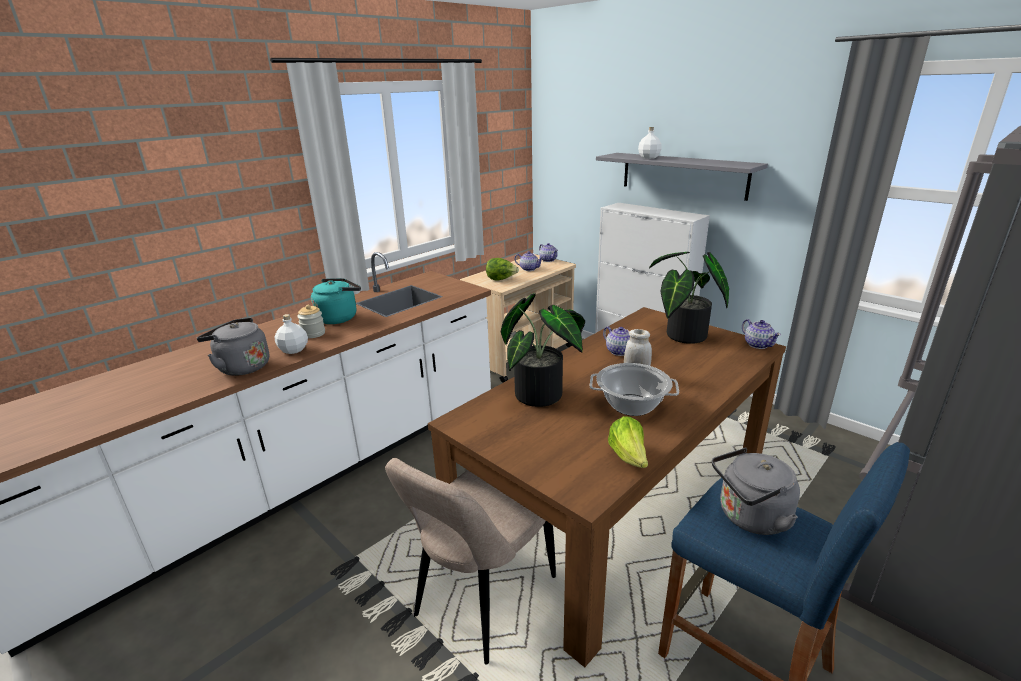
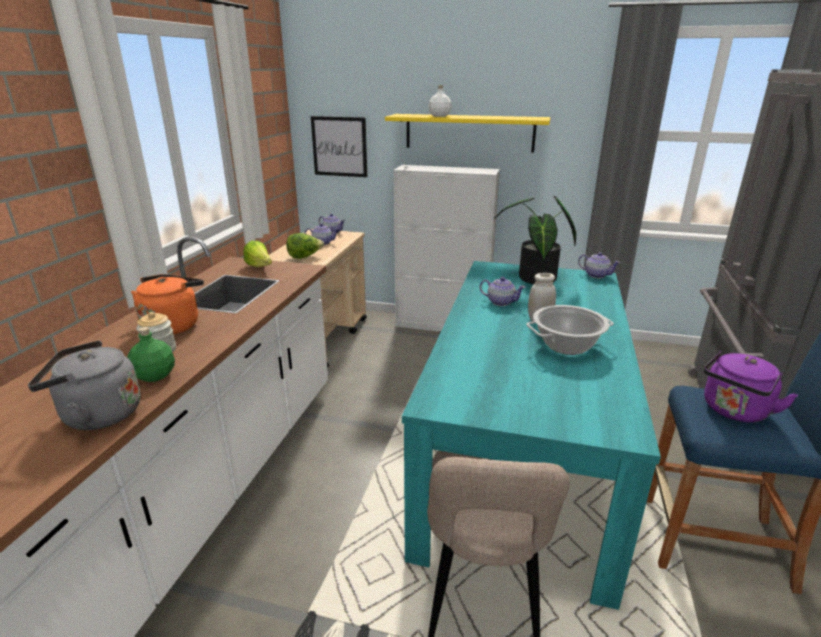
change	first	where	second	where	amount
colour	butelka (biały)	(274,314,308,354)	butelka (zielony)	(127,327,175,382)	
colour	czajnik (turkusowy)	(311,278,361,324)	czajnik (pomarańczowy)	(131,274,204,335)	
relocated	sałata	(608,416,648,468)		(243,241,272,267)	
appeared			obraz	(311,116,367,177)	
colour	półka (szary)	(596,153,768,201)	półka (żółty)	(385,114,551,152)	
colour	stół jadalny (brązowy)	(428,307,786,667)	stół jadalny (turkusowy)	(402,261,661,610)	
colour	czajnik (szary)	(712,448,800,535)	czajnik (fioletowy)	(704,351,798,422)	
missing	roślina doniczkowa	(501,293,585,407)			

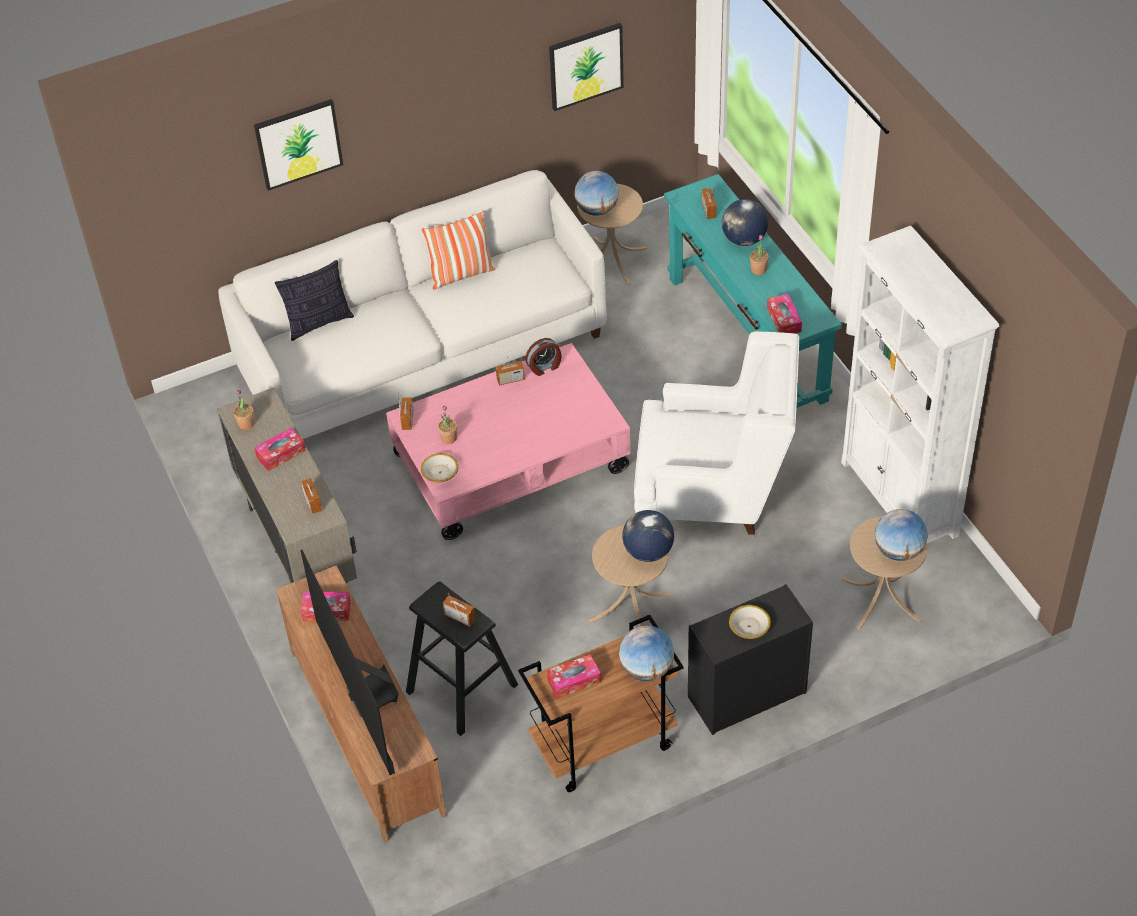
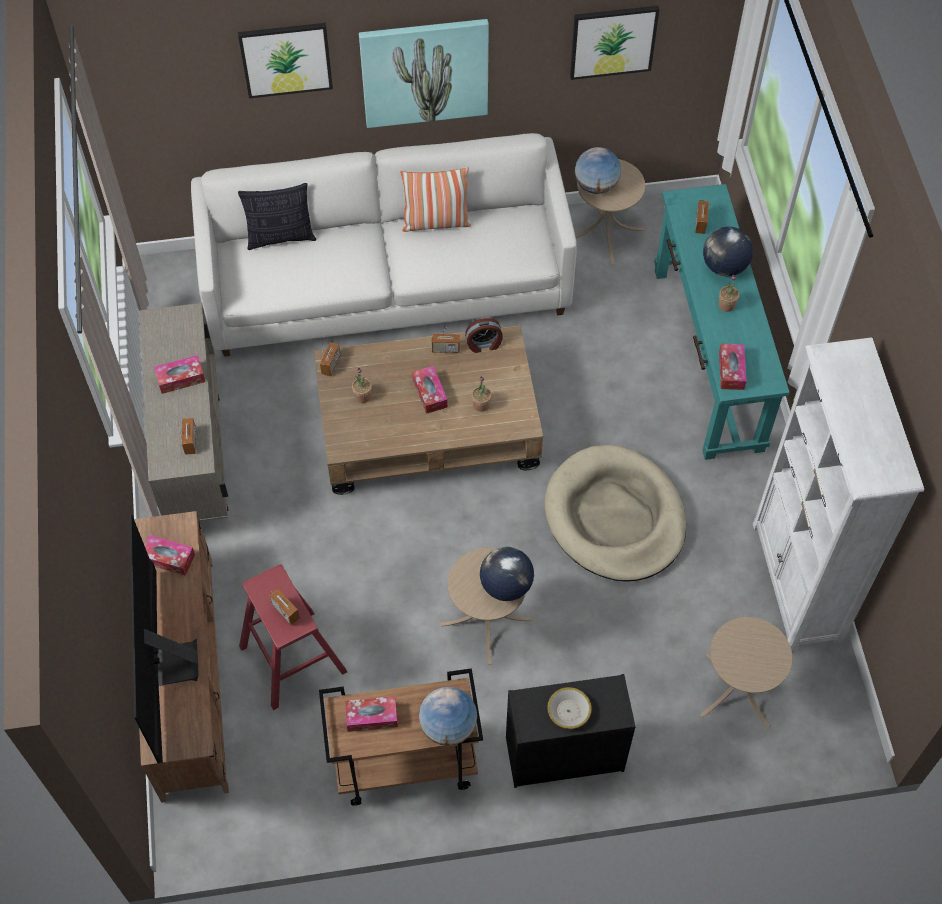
change	first	where	second	where	amount
colour	stołek (czarny)	(406,582,518,736)	stołek (czerwony)	(239,564,347,710)	
colour	ława (różowy)	(386,343,631,540)	ława (brązowy)	(314,325,543,495)	
appeared			obraz	(359,19,489,128)	
appeared			pudełko chusteczek	(412,366,448,414)	
relocated	roślina doniczkowa	(234,389,254,430)		(472,377,492,412)	
exchanged	fotel (biały)	(634,331,800,535)	legowisko (beżowy)	(545,445,686,582)	
missing	miska	(421,453,458,482)			
missing	globus	(875,509,928,561)			

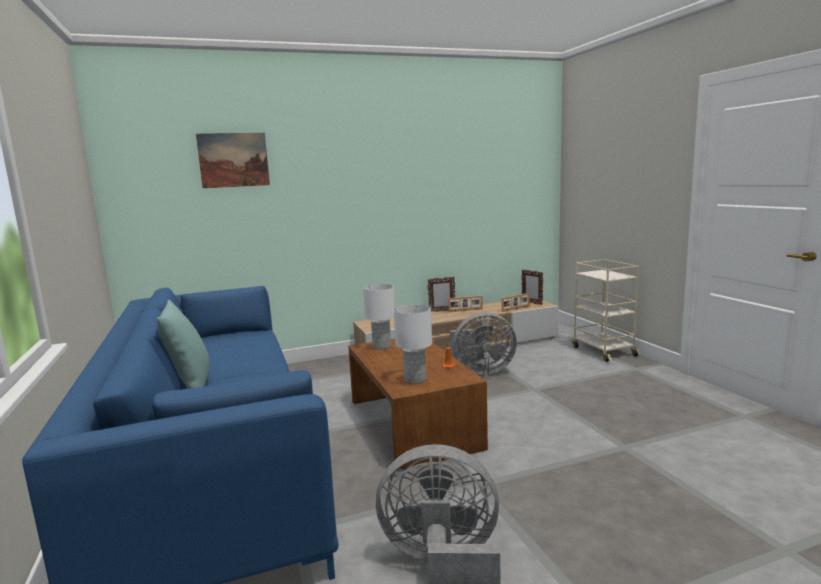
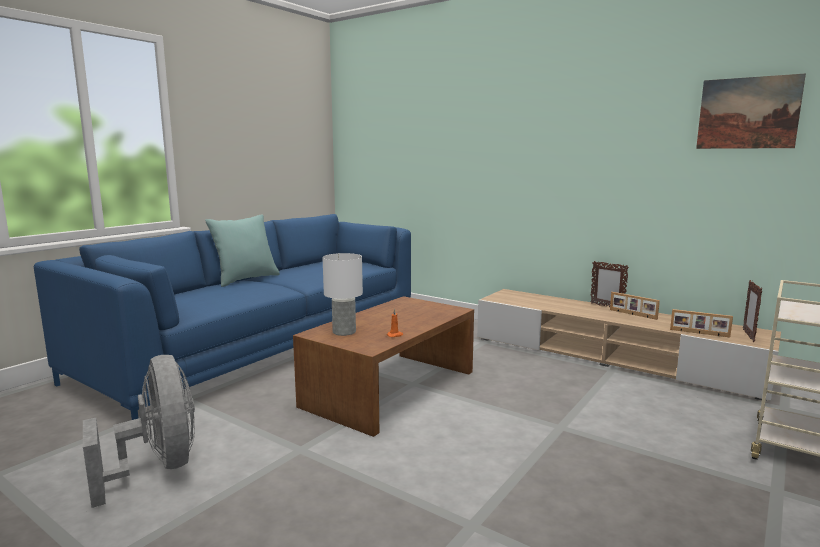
change	first	where	second	where	amount
relocated	obraz	(196,133,270,188)		(696,73,806,149)	
missing	lampa stołowa (biały)	(363,284,395,349)			
missing	wentylator (szary)	(450,312,517,375)			

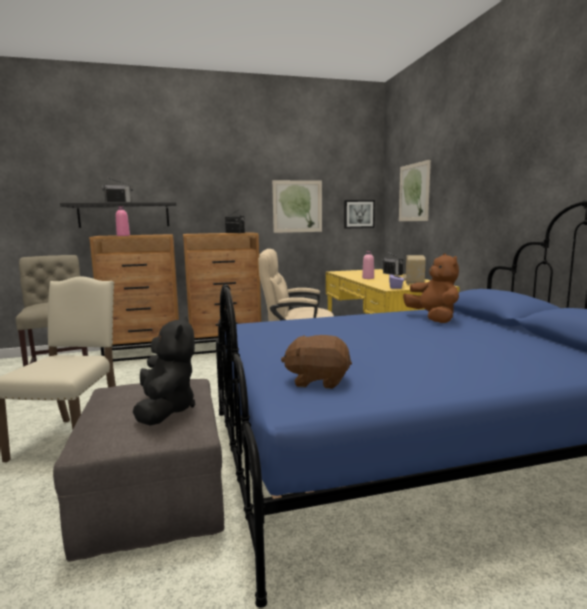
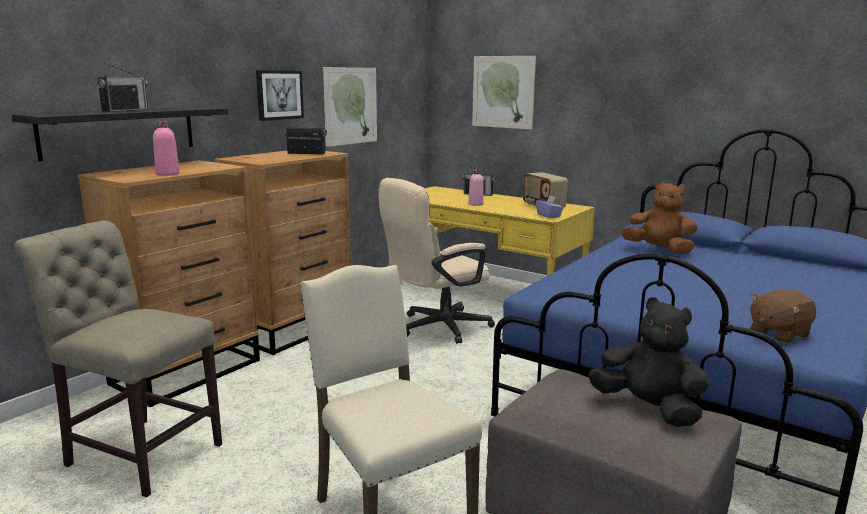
change	first	where	second	where	amount
relocated	obraz	(344,200,375,228)		(256,70,304,121)	

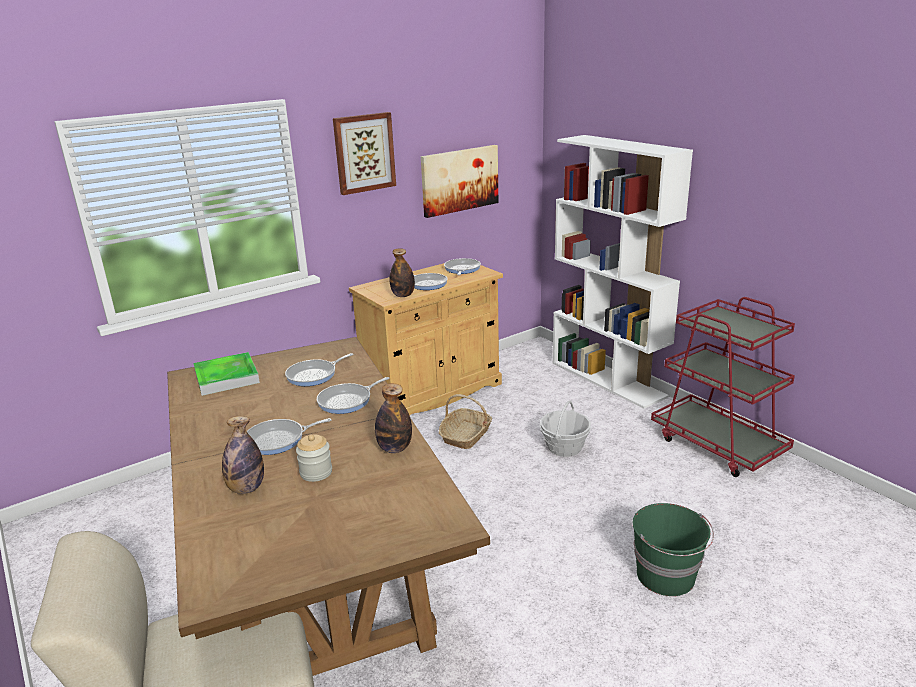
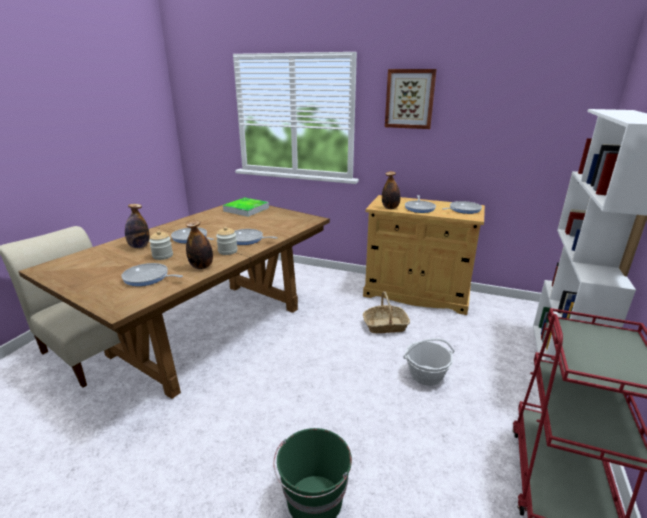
change	first	where	second	where	amount
relocated	patelnia	(285,353,354,386)		(121,263,183,286)	
appeared			słoik	(216,227,238,255)	
missing	obraz	(421,145,498,218)			

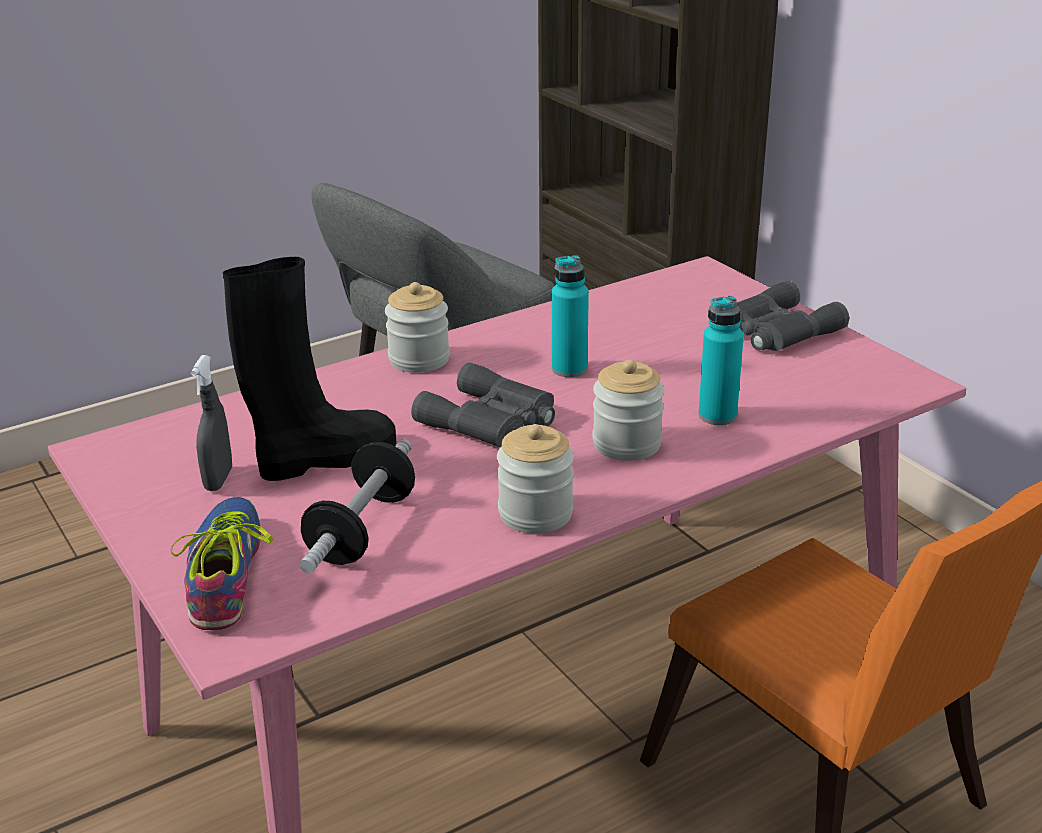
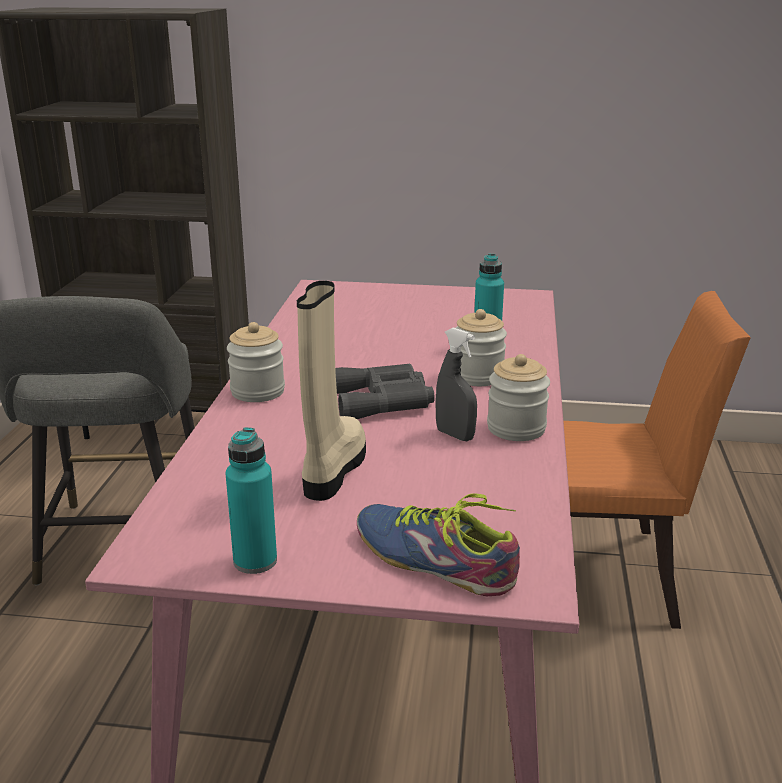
change	first	where	second	where	amount
relocated	butelka (turkusowy)	(552,255,589,377)		(226,427,277,574)	
colour	but z cholewką (czarny)	(223,257,397,481)	but z cholewką (beżowy)	(297,281,366,501)	
relocated	spryskiwacz (szary)	(191,355,232,491)		(435,328,477,441)	
missing	hantel	(299,439,415,573)			
missing	lornetka (szary)	(737,280,849,351)			

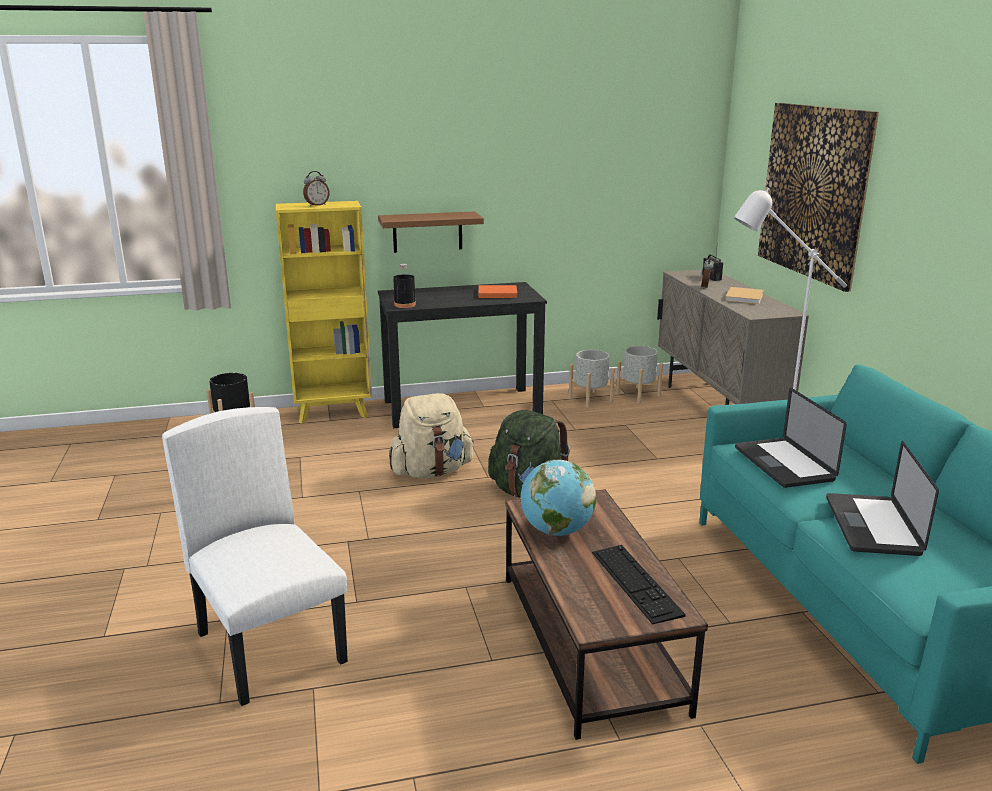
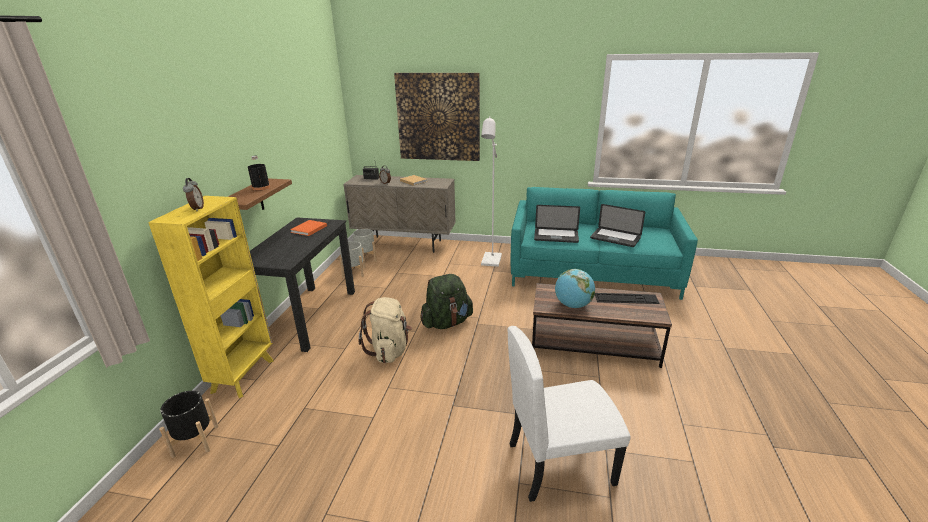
change	first	where	second	where	amount
relocated	butelka (czarny)	(393,264,416,308)		(248,156,270,191)	

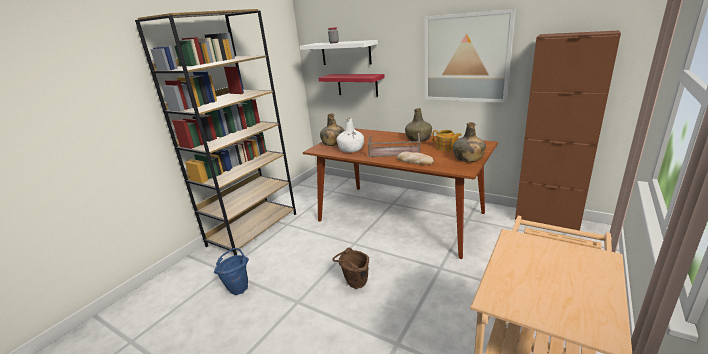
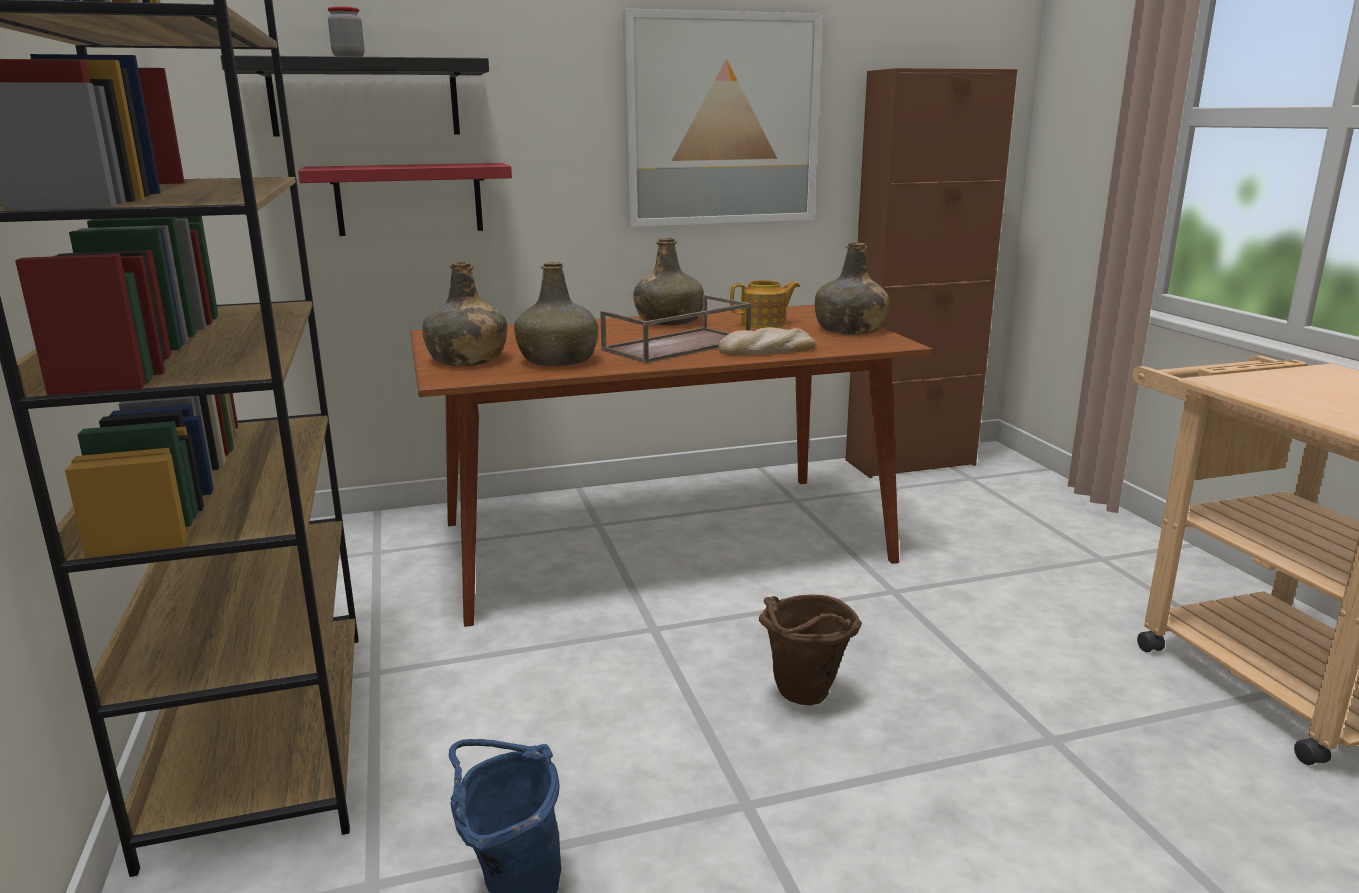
change	first	where	second	where	amount
colour	półka (biały)	(300,40,378,65)	półka (czarny)	(220,55,489,137)	
colour	butelka (biały)	(337,118,364,152)	butelka (zielony)	(514,262,598,366)	

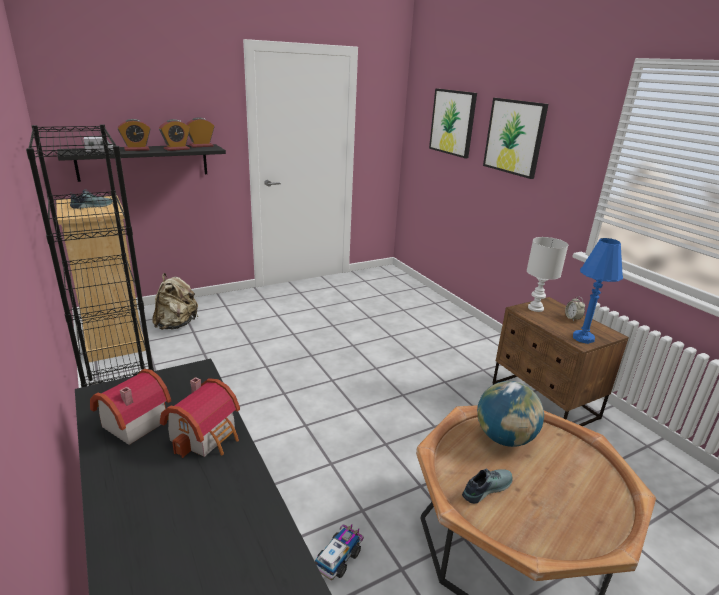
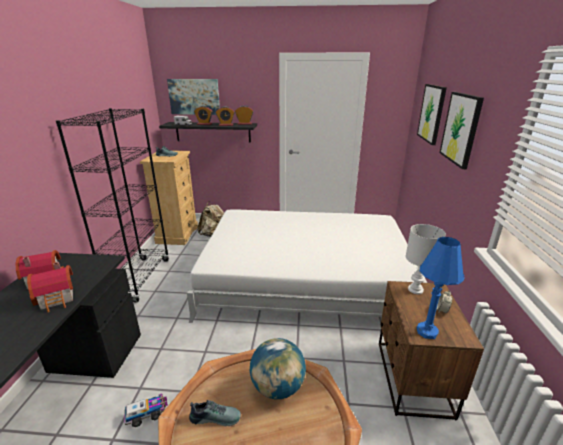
change	first	where	second	where	amount
appeared			obraz	(167,79,220,115)	
appeared			łóżko (biały)	(187,209,427,323)	

